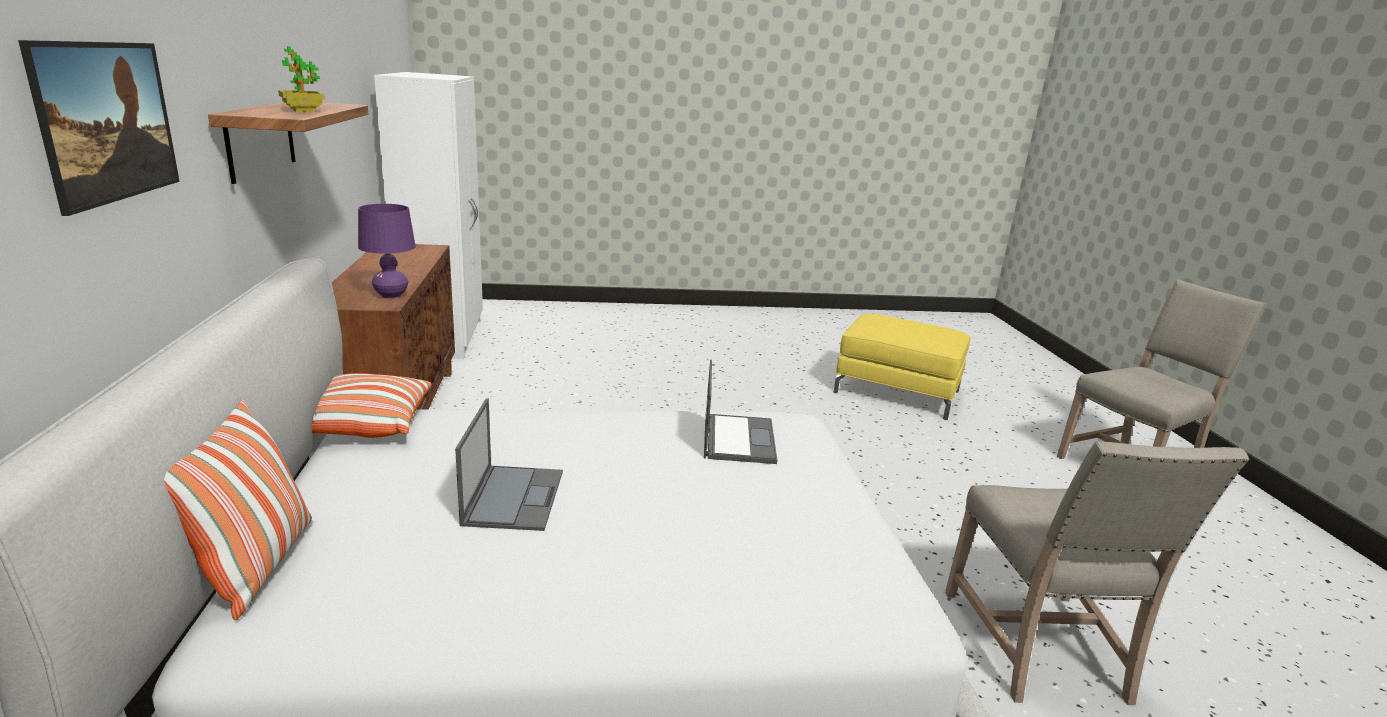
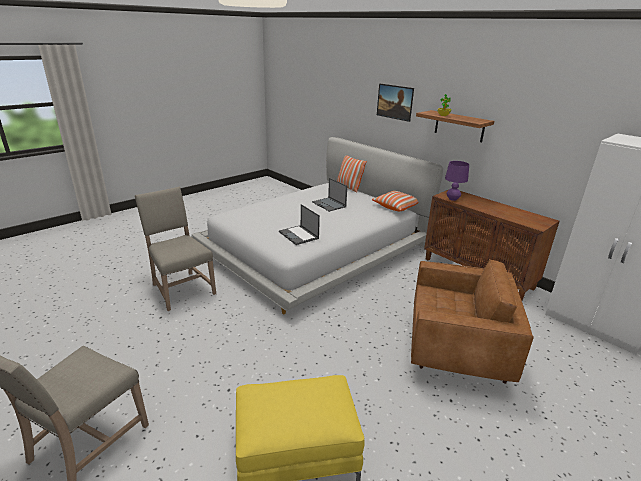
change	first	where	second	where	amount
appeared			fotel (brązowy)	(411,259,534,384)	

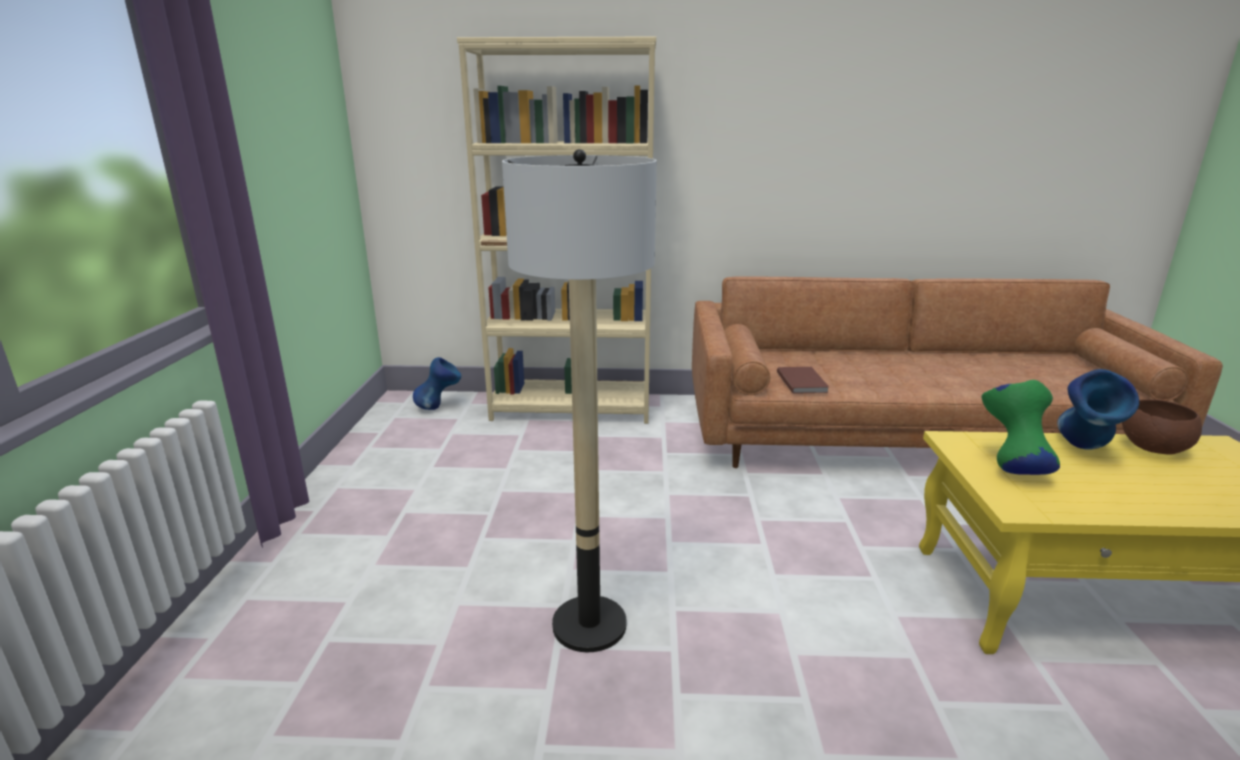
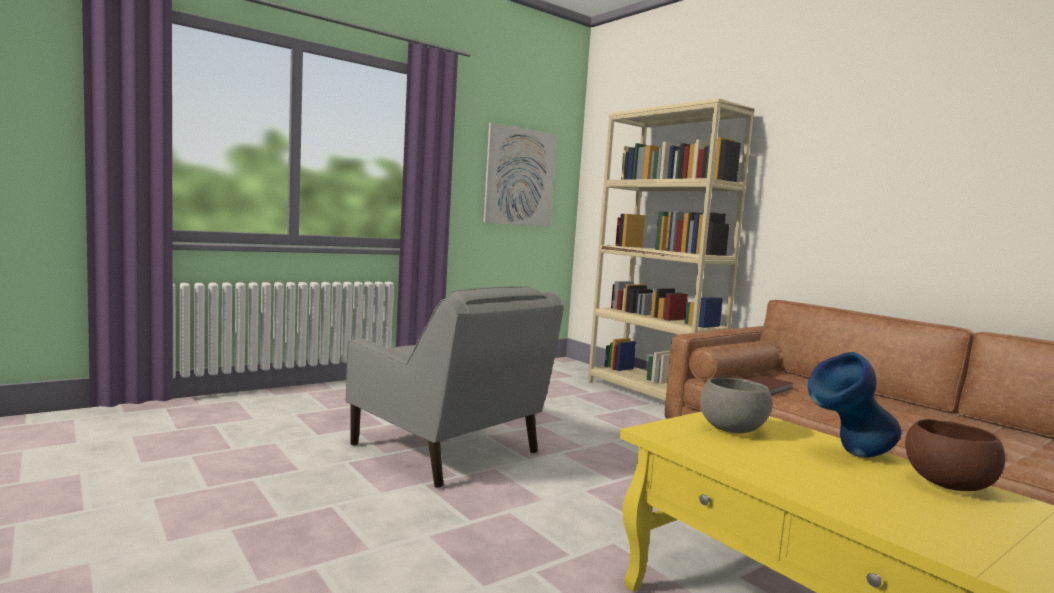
change	first	where	second	where	amount
exchanged	lampa stojąca	(502,149,657,652)	fotel (szary)	(346,286,564,488)	
appeared			obraz	(483,123,556,227)	
exchanged	wazon (zielony)	(982,380,1060,475)	miska (szary)	(700,378,773,433)	
missing	wazon (niebieski)	(413,357,461,410)			

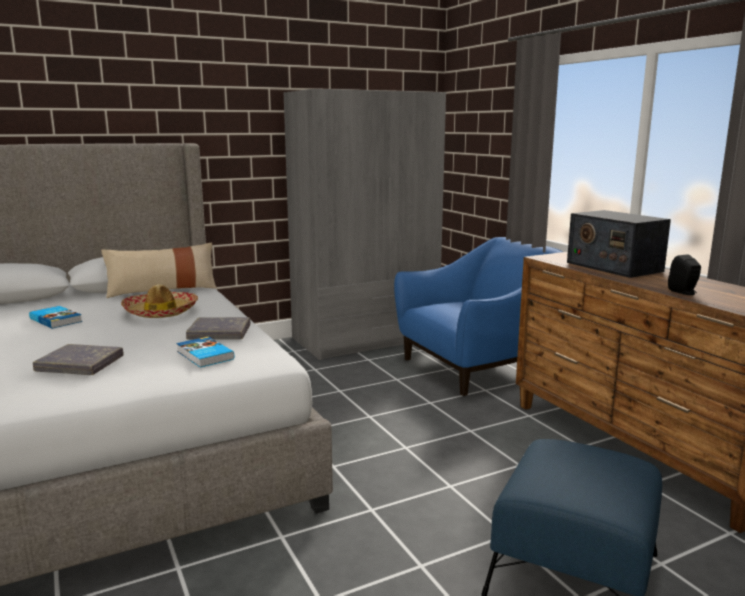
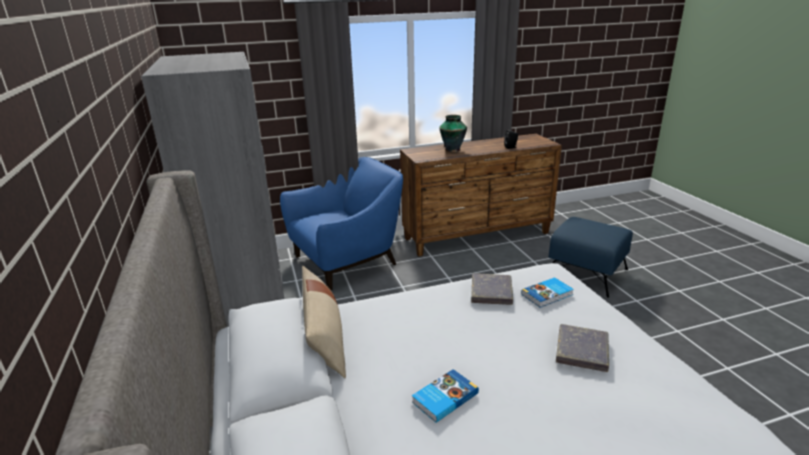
change	first	where	second	where	amount
spun	fotel (niebieski)	(394,237,563,396)		(280,157,403,290)	75 degrees clockwise
exchanged	radio	(567,210,671,278)	wazon	(439,115,467,152)	
missing	kapelusz	(121,284,198,318)			

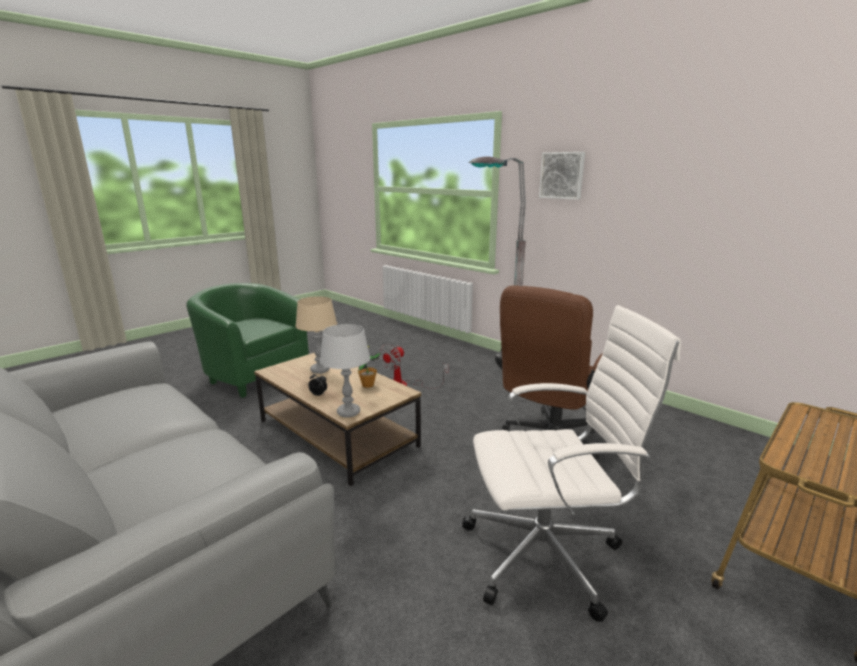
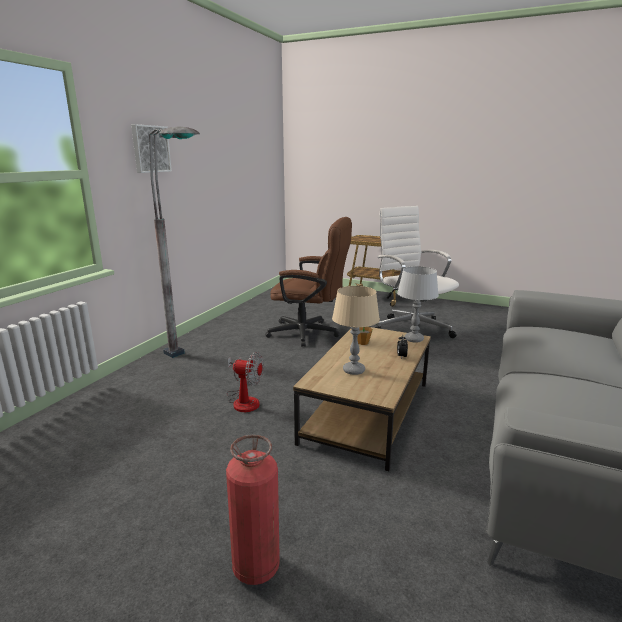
change	first	where	second	where	amount
exchanged	fotel (zielony)	(186,283,309,398)	gaśnica	(226,435,280,585)	

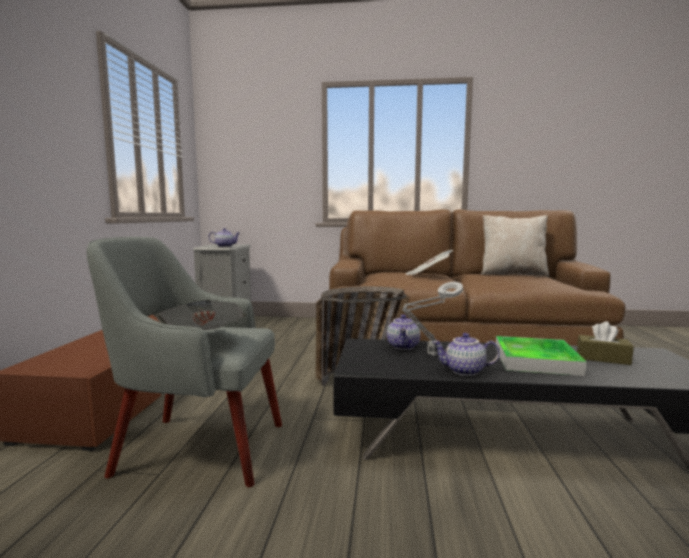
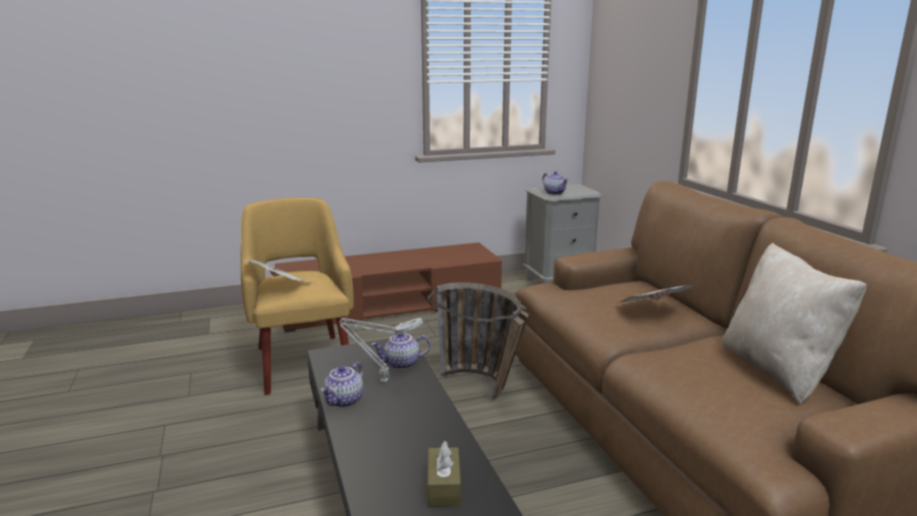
change	first	where	second	where	amount
colour	fotel (szary)	(87,237,282,487)	fotel (żółty)	(241,197,354,395)	
spun	imbryk	(432,333,500,376)		(321,362,363,408)	135 degrees counterclockwise
missing	taca	(495,336,587,376)			

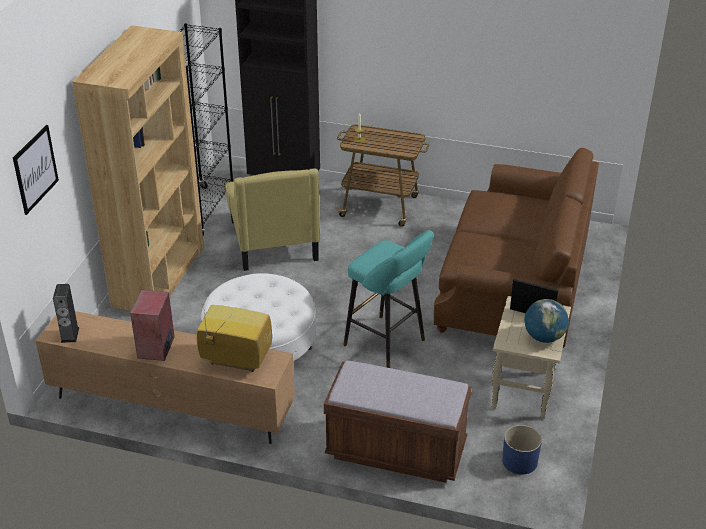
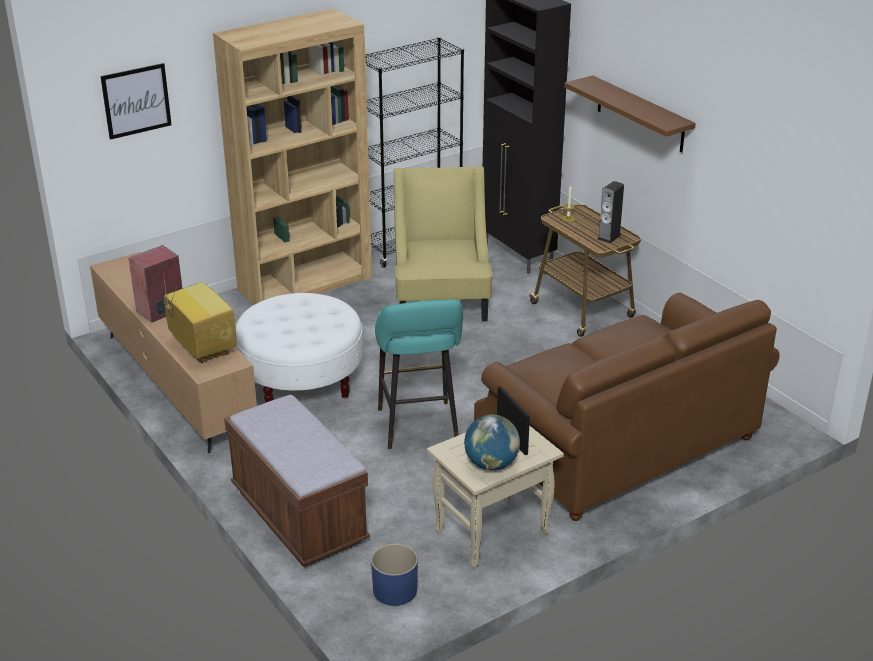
change	first	where	second	where	amount
spun	fotel (żółty)	(226,168,320,271)		(394,166,492,321)	150 degrees clockwise
appeared			półka (brązowy)	(564,75,696,152)	
relocated	głośnik	(53,284,79,343)		(598,181,624,243)	

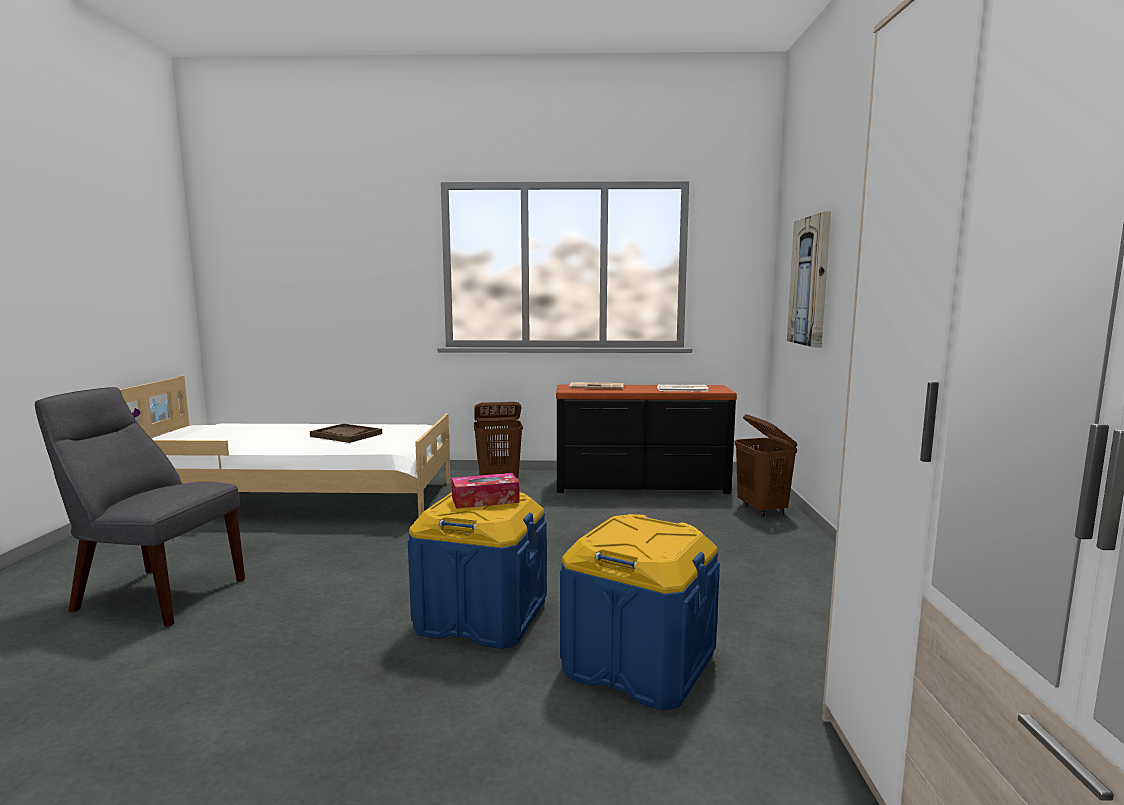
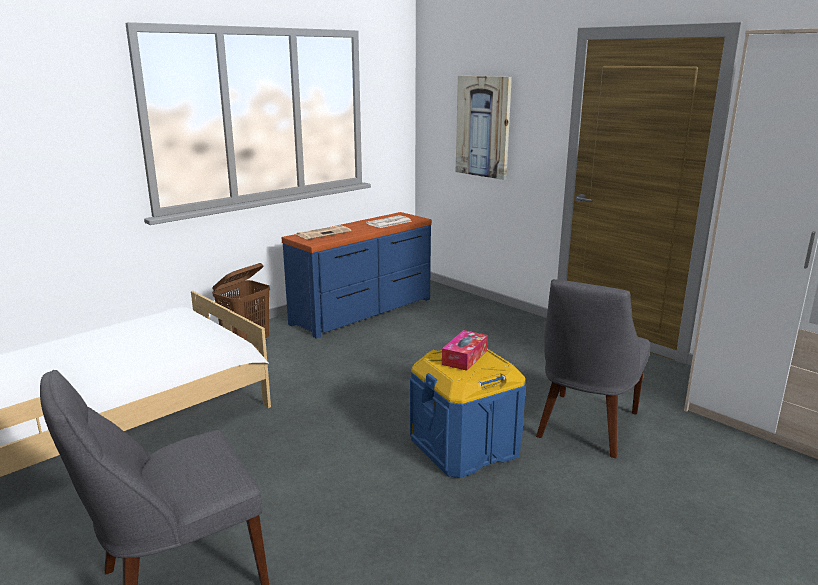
change	first	where	second	where	amount
colour	komoda (czarny)	(556,385,737,494)	komoda (niebieski)	(282,212,432,339)	
exchanged	pojemnik do przechowywania (niebieski)	(560,514,720,711)	krzesło (szary)	(536,279,650,458)	
missing	taca (brązowy)	(310,423,382,443)			
missing	kosz na pranie (brązowy)	(735,414,797,517)			

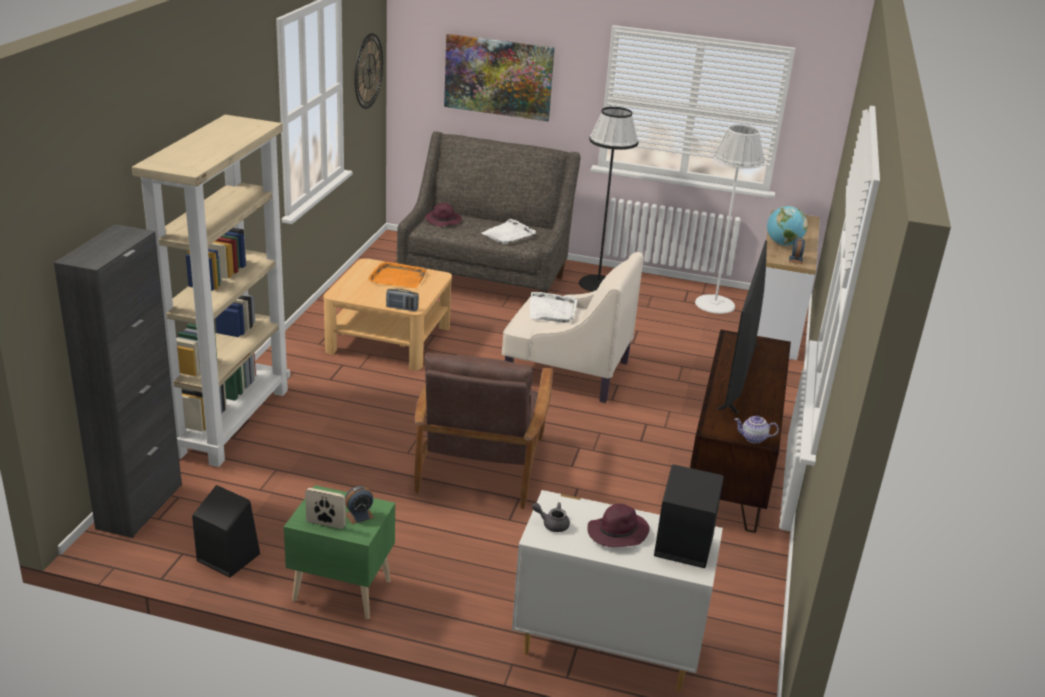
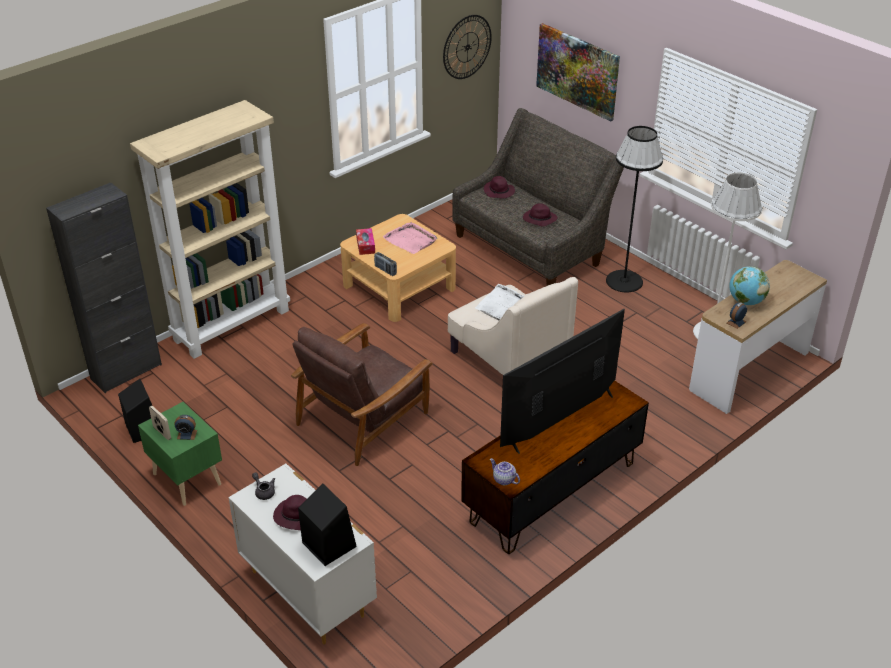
change	first	where	second	where	amount
appeared			pudełko chusteczek	(356,228,375,255)	
colour	taca (pomarańczowy)	(368,261,427,288)	taca (różowy)	(383,222,437,254)	
exchanged	taca (biały)	(482,219,536,245)	kapelusz (fioletowy)	(523,203,557,227)	

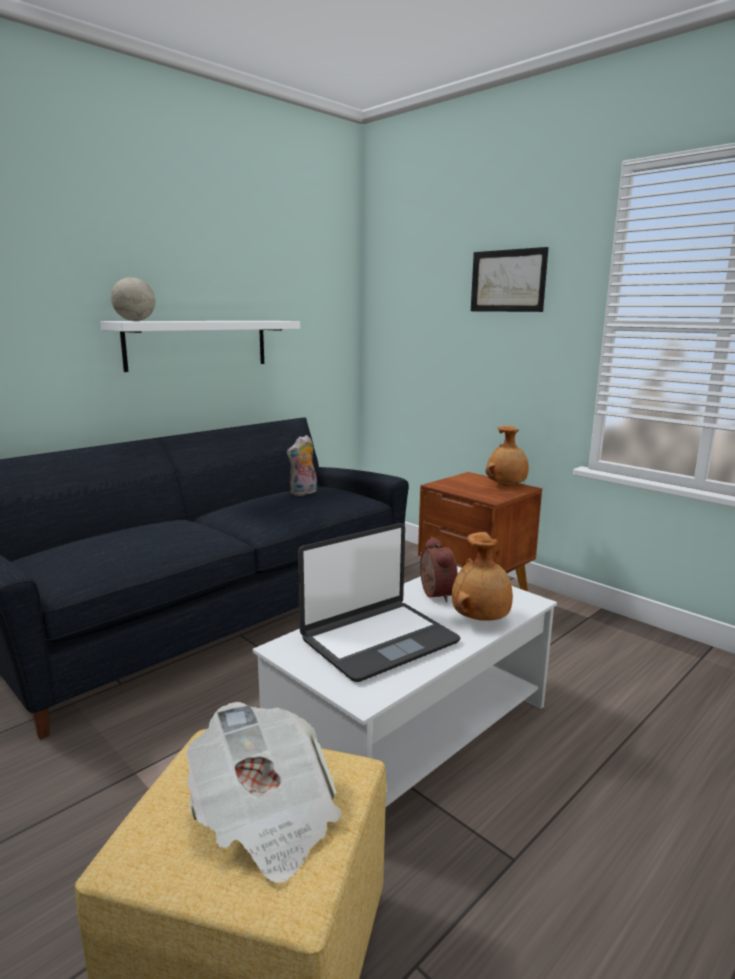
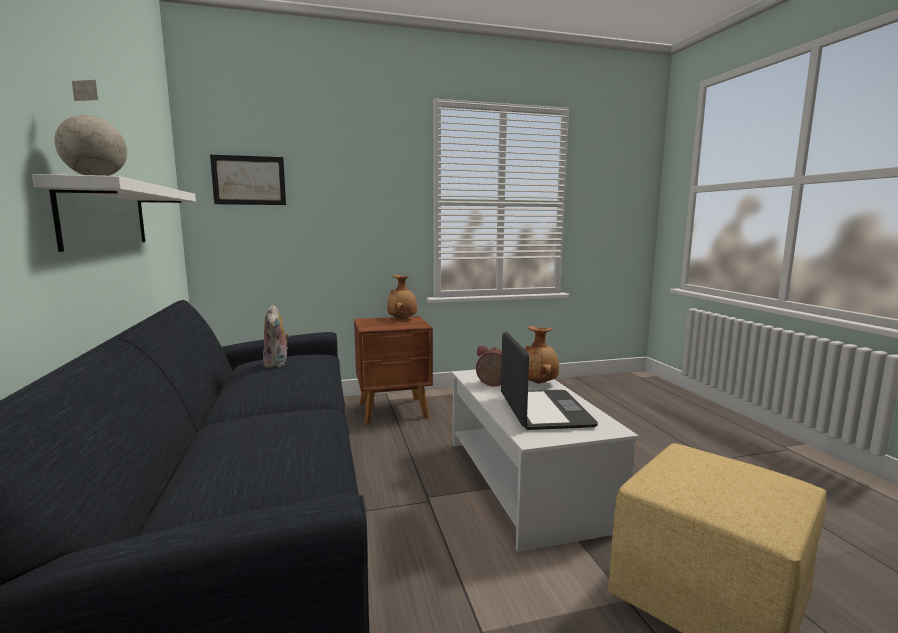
change	first	where	second	where	amount
relocated	obraz	(471,247,549,312)		(210,155,286,205)	
missing	gazeta	(186,702,342,882)			

